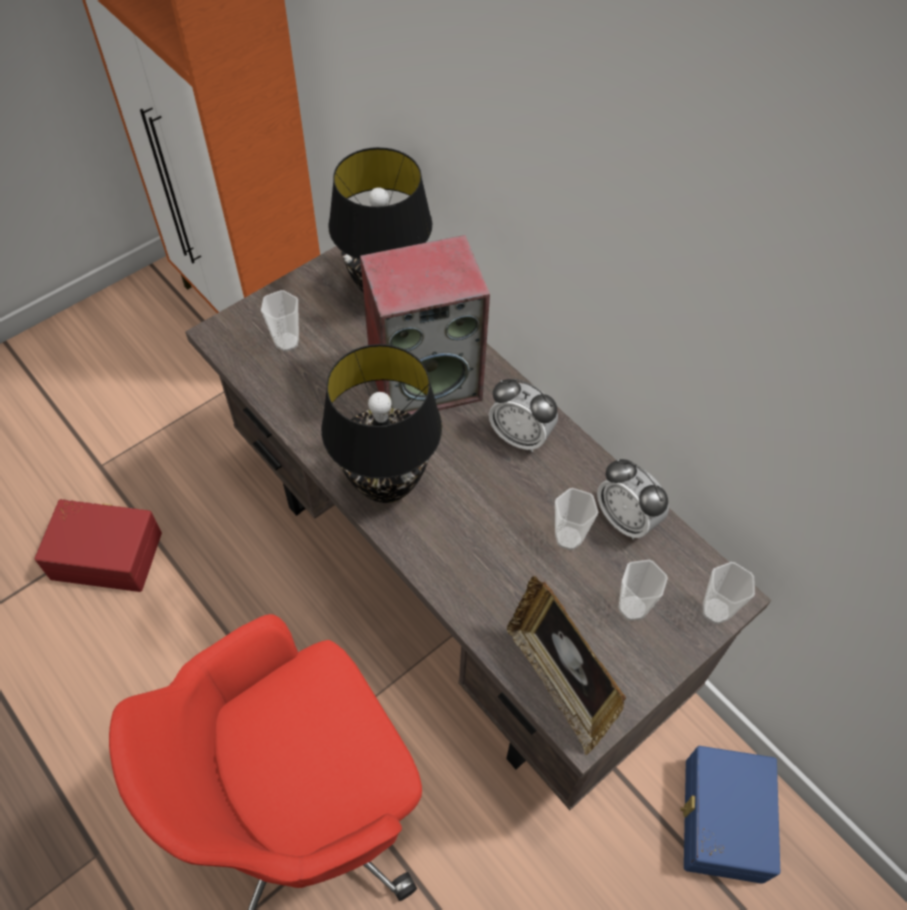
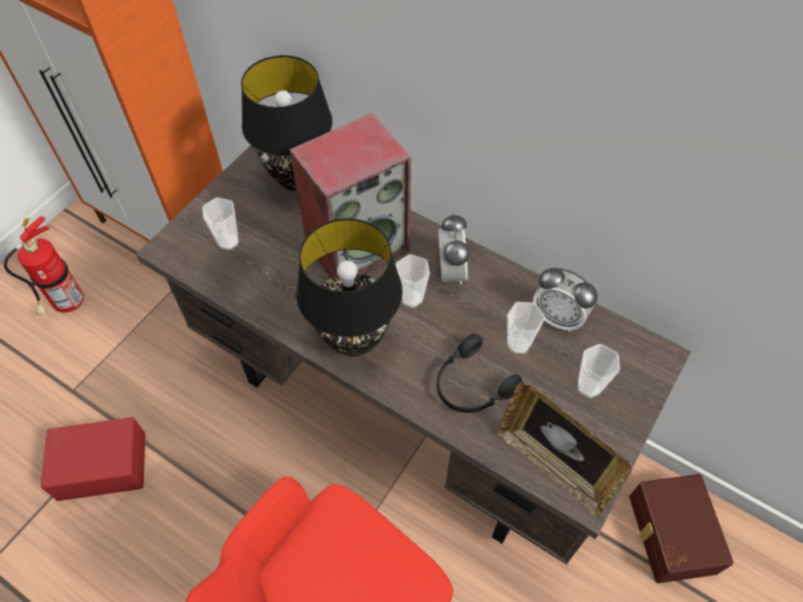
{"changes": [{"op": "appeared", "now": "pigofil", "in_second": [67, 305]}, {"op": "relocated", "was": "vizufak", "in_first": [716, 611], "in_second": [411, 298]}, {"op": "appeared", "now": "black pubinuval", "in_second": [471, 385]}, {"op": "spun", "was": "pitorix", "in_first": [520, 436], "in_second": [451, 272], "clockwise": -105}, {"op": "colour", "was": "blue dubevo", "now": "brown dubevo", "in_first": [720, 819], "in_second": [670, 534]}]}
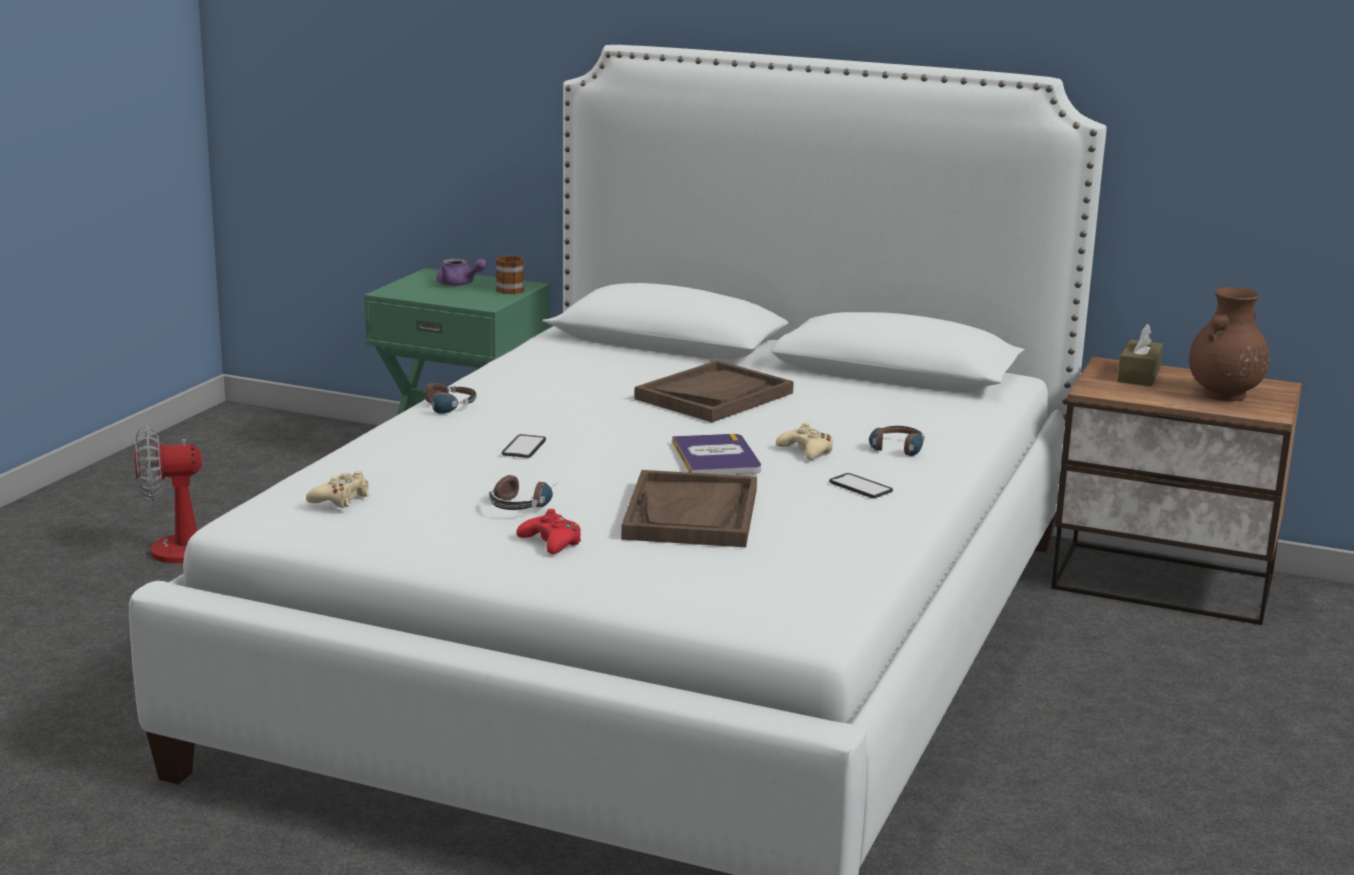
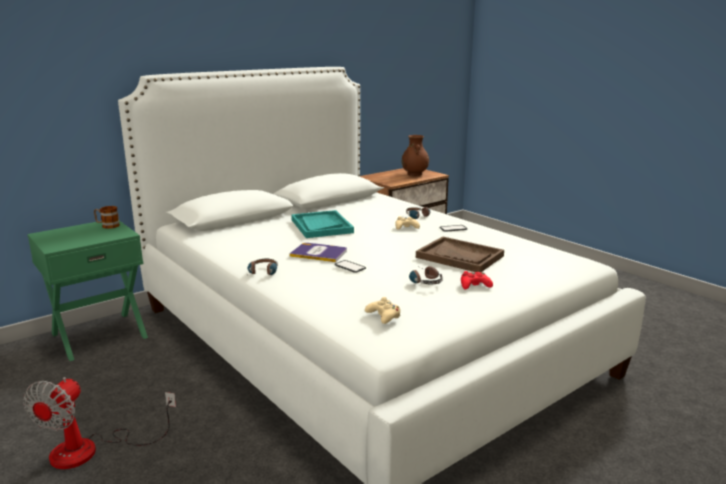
{"changes": [{"op": "relocated", "was": "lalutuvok", "in_first": [716, 457], "in_second": [319, 253]}, {"op": "colour", "was": "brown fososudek", "now": "turquoise fososudek", "in_first": [714, 396], "in_second": [321, 226]}, {"op": "missing", "was": "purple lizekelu", "in_first": [459, 284]}, {"op": "missing", "was": "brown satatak", "in_first": [1138, 375]}]}
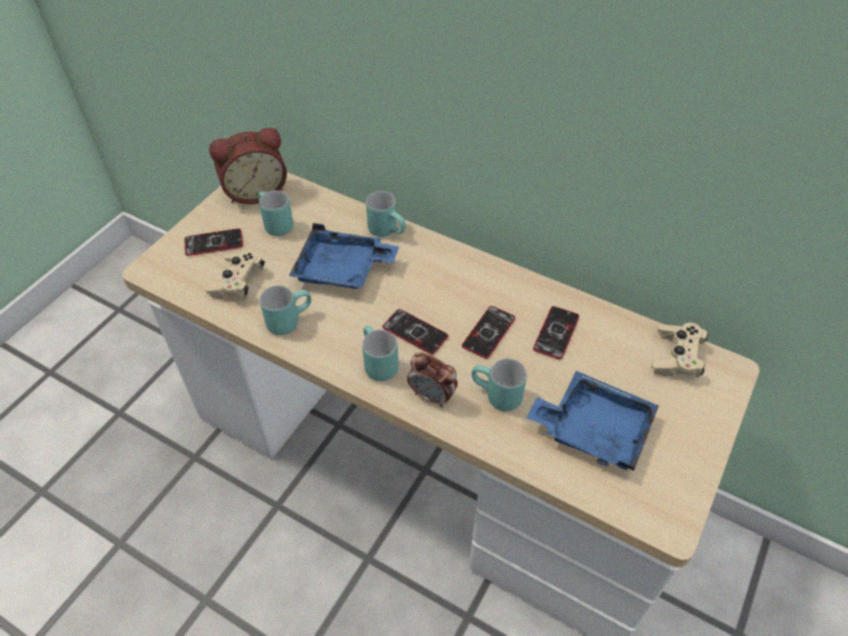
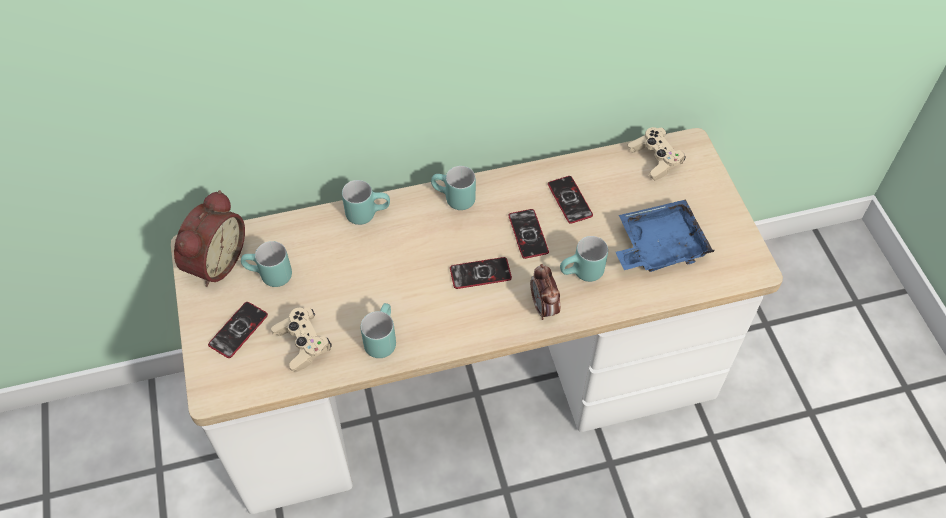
{"changes": [{"op": "relocated", "was": "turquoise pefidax", "in_first": [376, 364], "in_second": [453, 200]}, {"op": "spun", "was": "pitorix", "in_first": [432, 396], "in_second": [544, 307], "clockwise": 90}, {"op": "missing", "was": "blue fososudek", "in_first": [342, 270]}]}
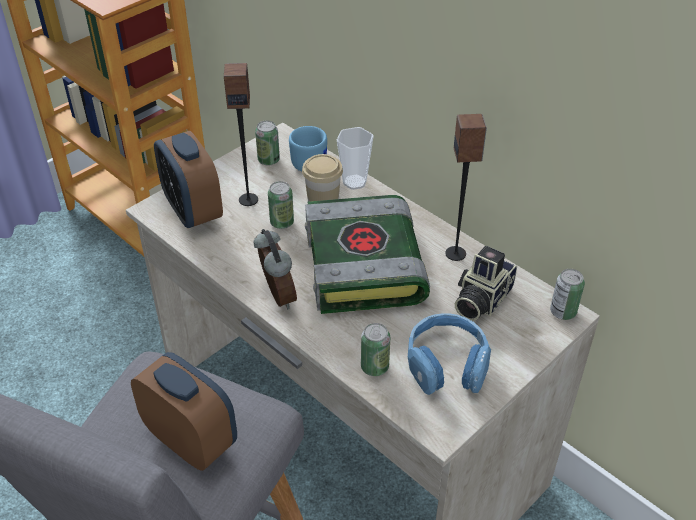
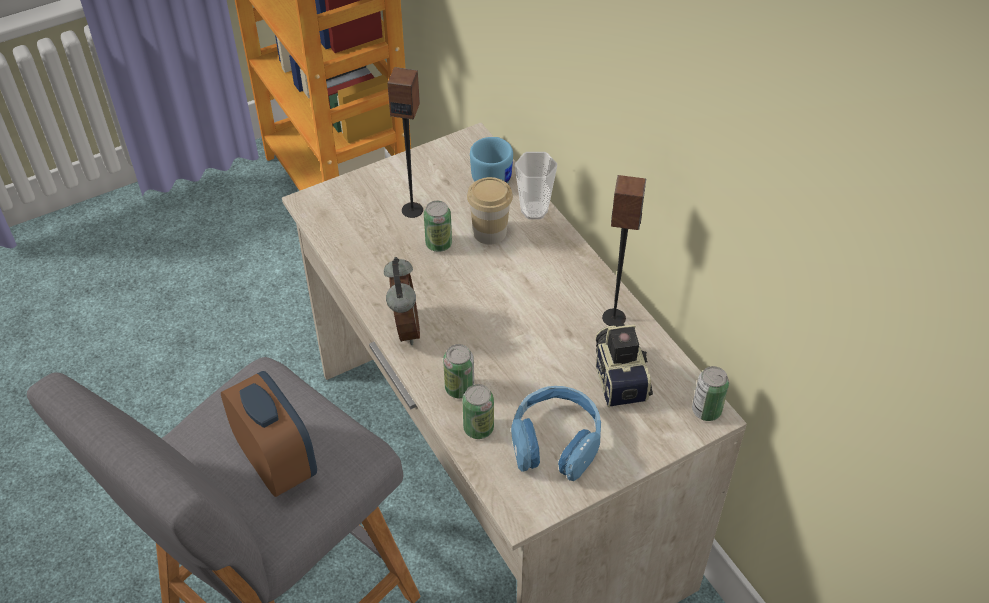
{"changes": [{"op": "relocated", "was": "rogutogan", "in_first": [268, 160], "in_second": [459, 388]}, {"op": "spun", "was": "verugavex", "in_first": [480, 300], "in_second": [620, 377], "clockwise": 120}, {"op": "missing", "was": "pitorix", "in_first": [192, 211]}, {"op": "missing", "was": "lalutuvok", "in_first": [366, 267]}]}
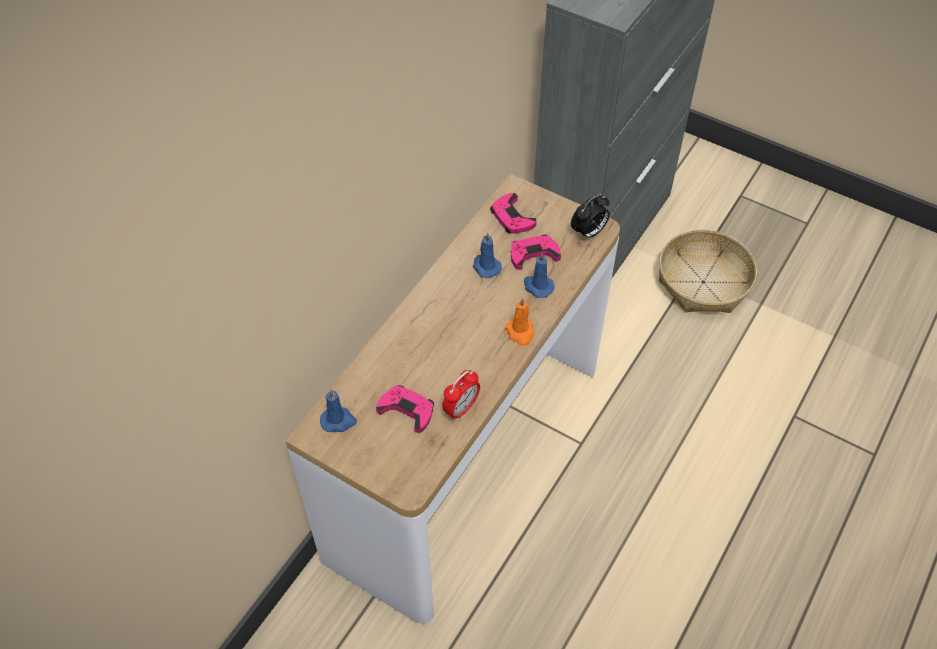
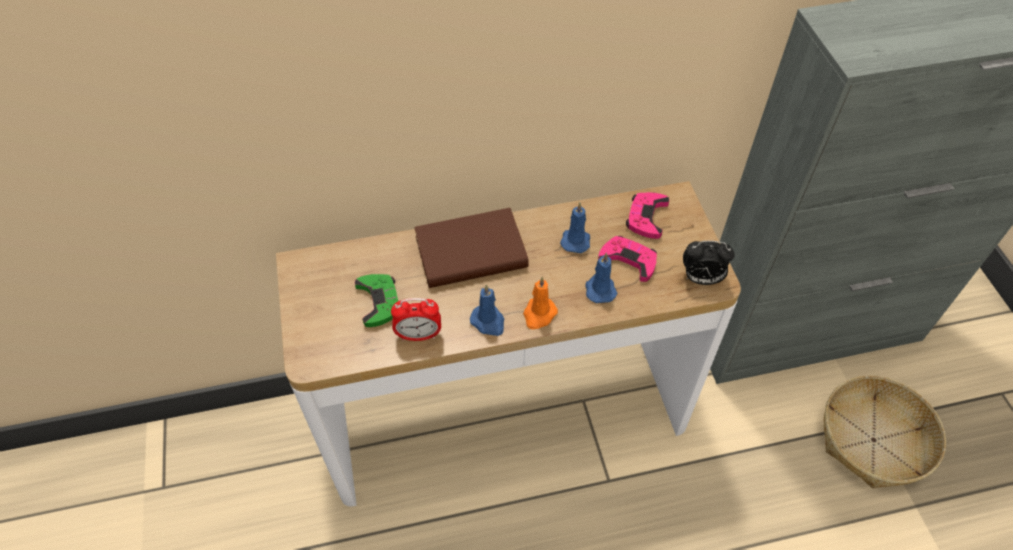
{"changes": [{"op": "colour", "was": "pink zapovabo", "now": "green zapovabo", "in_first": [407, 410], "in_second": [379, 302]}, {"op": "appeared", "now": "brown lalutuvok", "in_second": [471, 253]}, {"op": "relocated", "was": "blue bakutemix", "in_first": [338, 420], "in_second": [488, 322]}]}
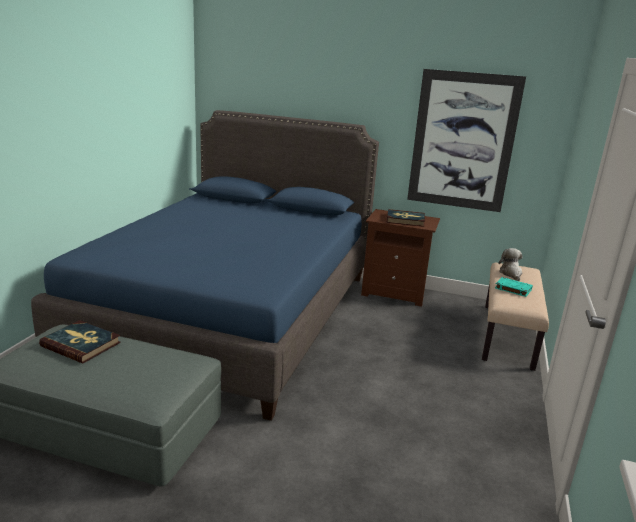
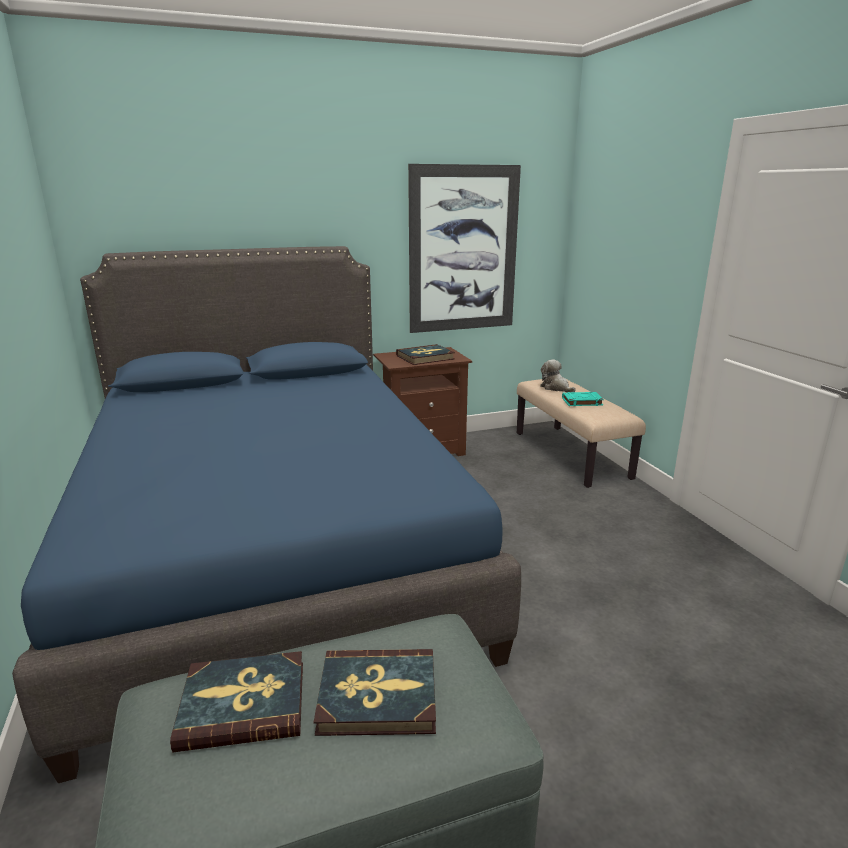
{"changes": [{"op": "appeared", "now": "lalutuvok", "in_second": [377, 696]}]}
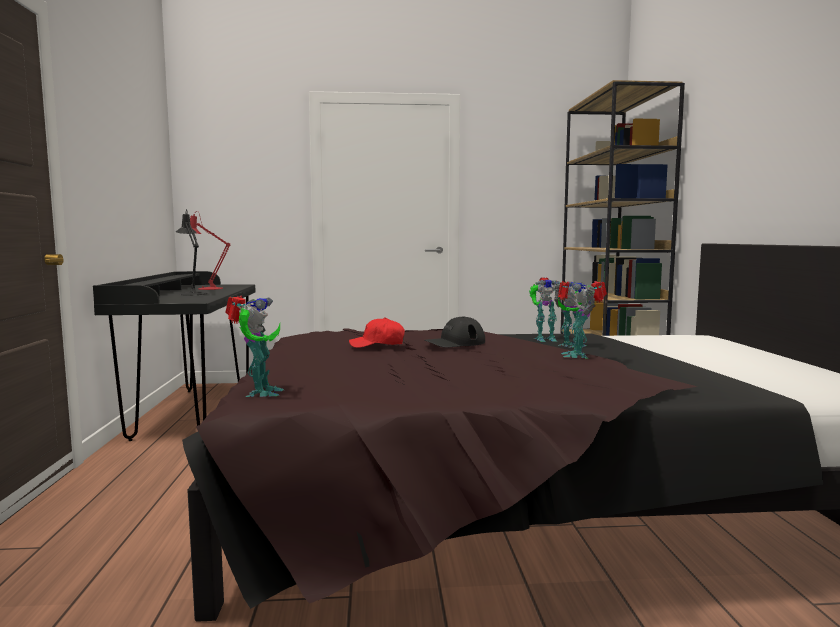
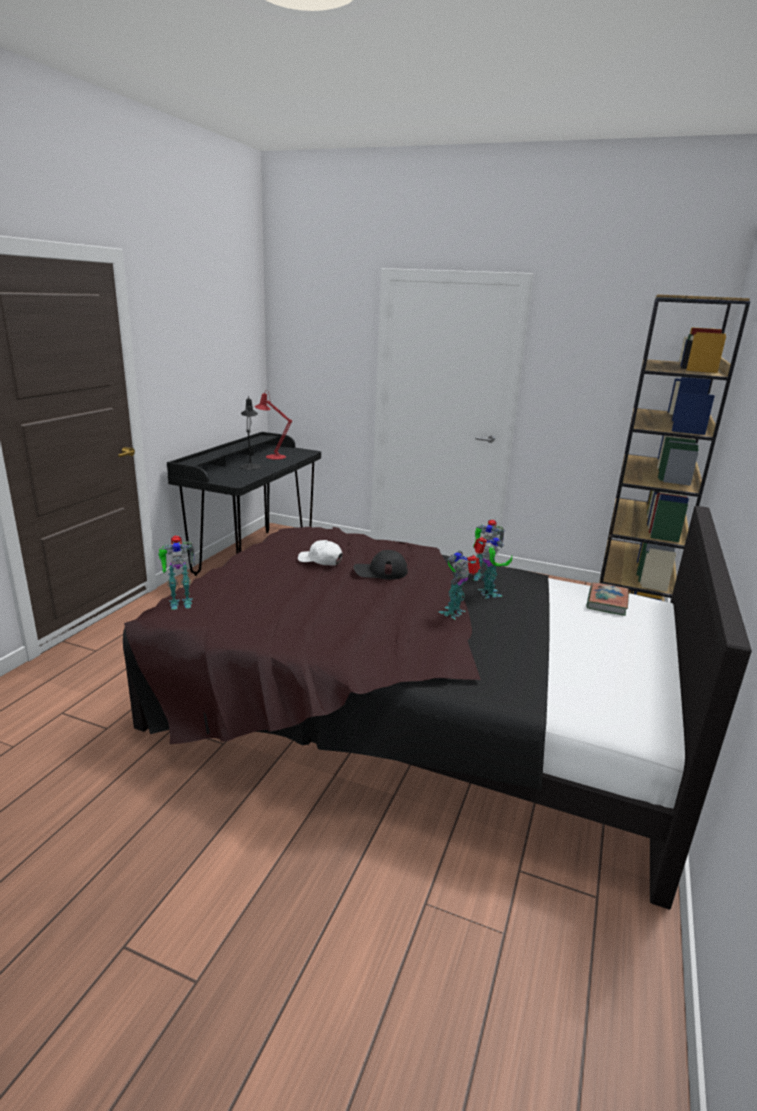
{"changes": [{"op": "spun", "was": "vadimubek", "in_first": [259, 392], "in_second": [179, 602], "clockwise": 45}, {"op": "colour", "was": "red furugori", "now": "white furugori", "in_first": [377, 344], "in_second": [320, 560]}, {"op": "appeared", "now": "lalutuvok", "in_second": [607, 602]}]}
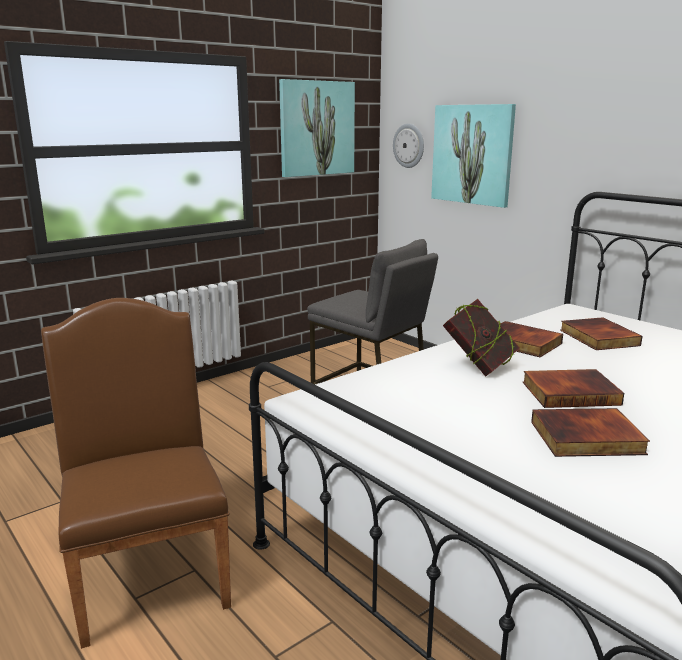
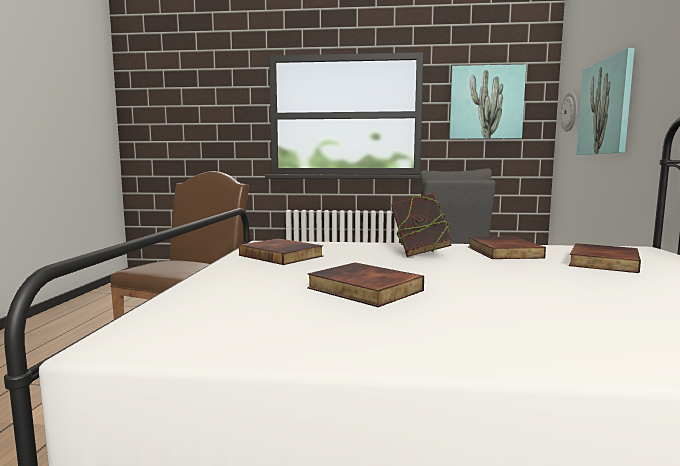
{"changes": [{"op": "relocated", "was": "lalutuvok", "in_first": [570, 392], "in_second": [282, 255]}]}
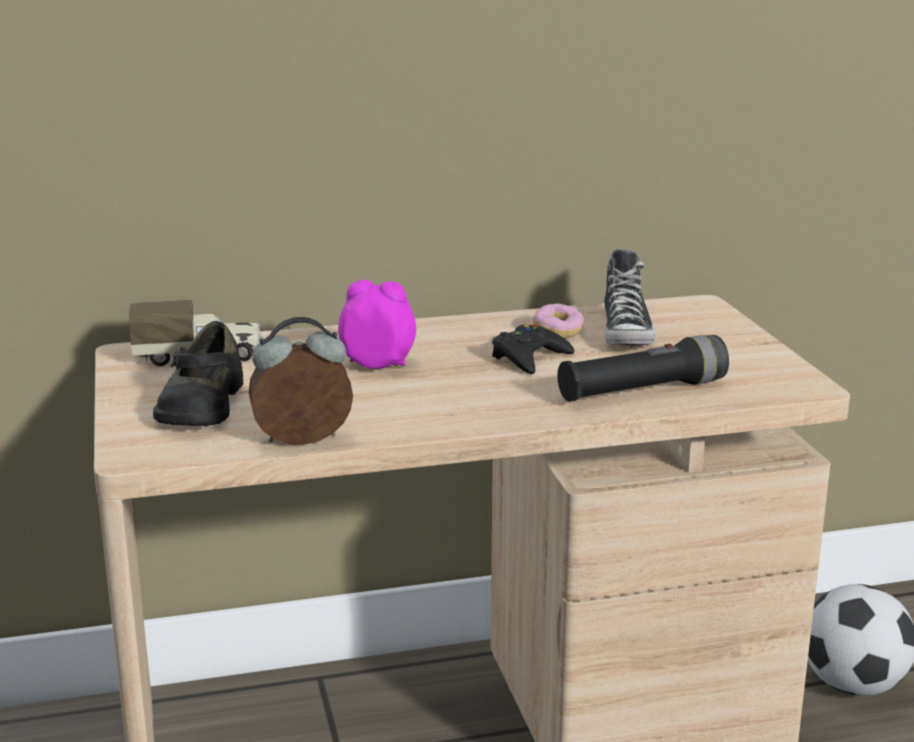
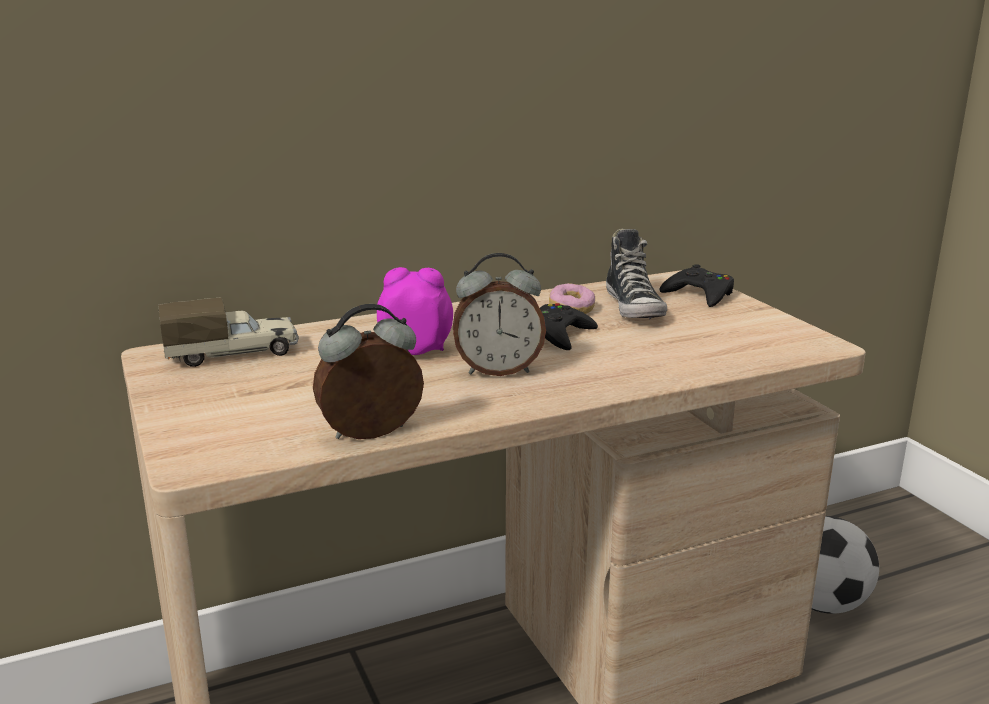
{"changes": [{"op": "appeared", "now": "pitorix", "in_second": [498, 370]}, {"op": "appeared", "now": "black zapovabo", "in_second": [699, 294]}, {"op": "missing", "was": "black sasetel", "in_first": [201, 405]}, {"op": "missing", "was": "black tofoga", "in_first": [642, 391]}]}
